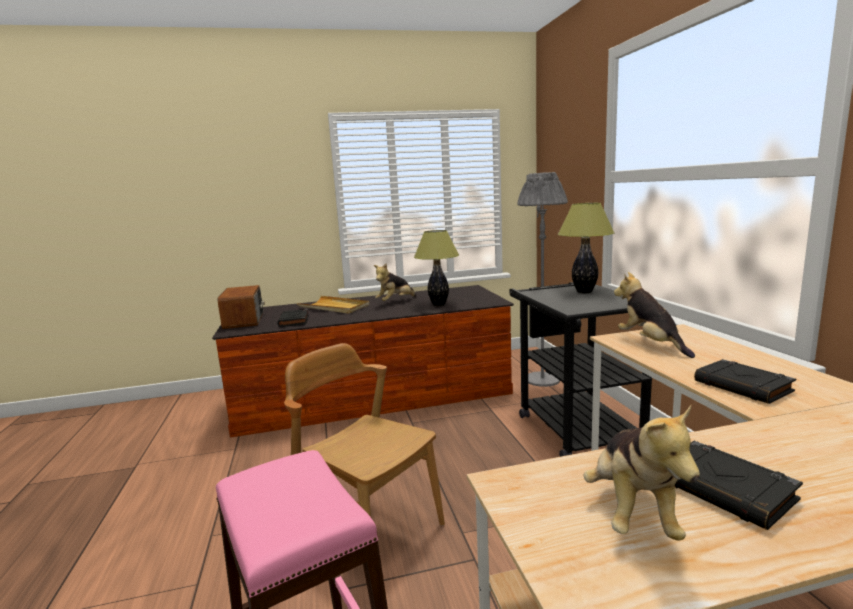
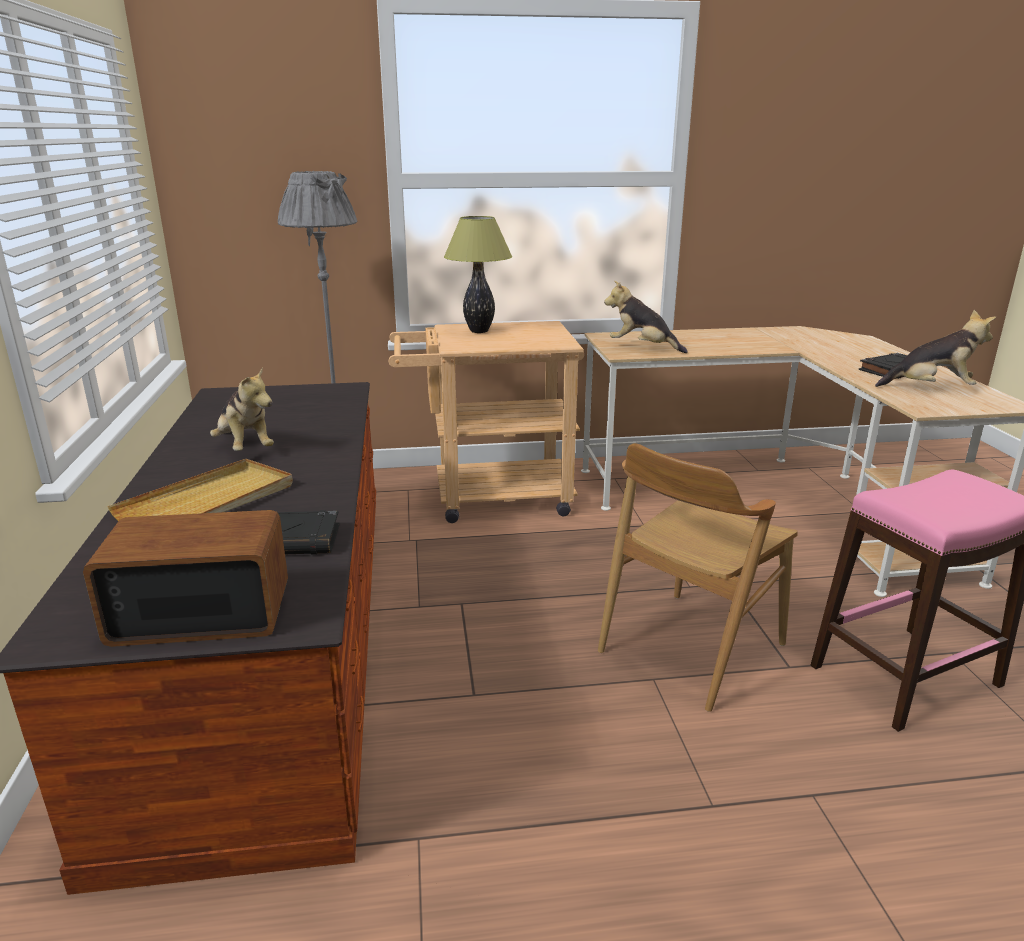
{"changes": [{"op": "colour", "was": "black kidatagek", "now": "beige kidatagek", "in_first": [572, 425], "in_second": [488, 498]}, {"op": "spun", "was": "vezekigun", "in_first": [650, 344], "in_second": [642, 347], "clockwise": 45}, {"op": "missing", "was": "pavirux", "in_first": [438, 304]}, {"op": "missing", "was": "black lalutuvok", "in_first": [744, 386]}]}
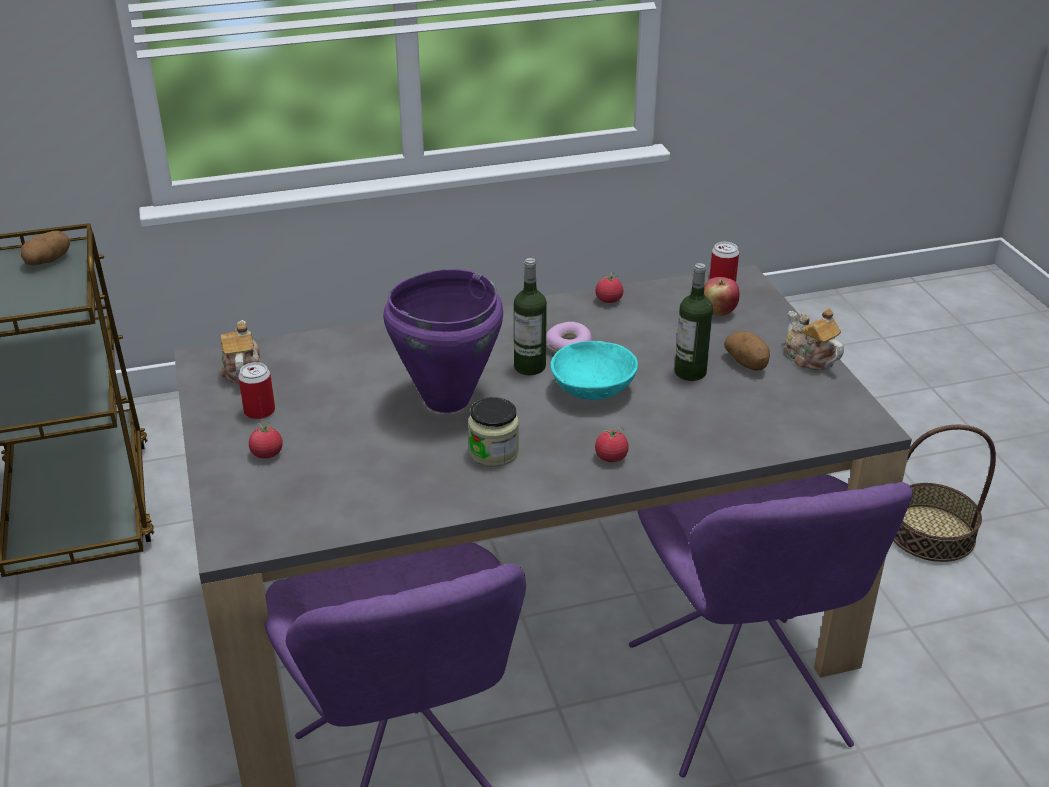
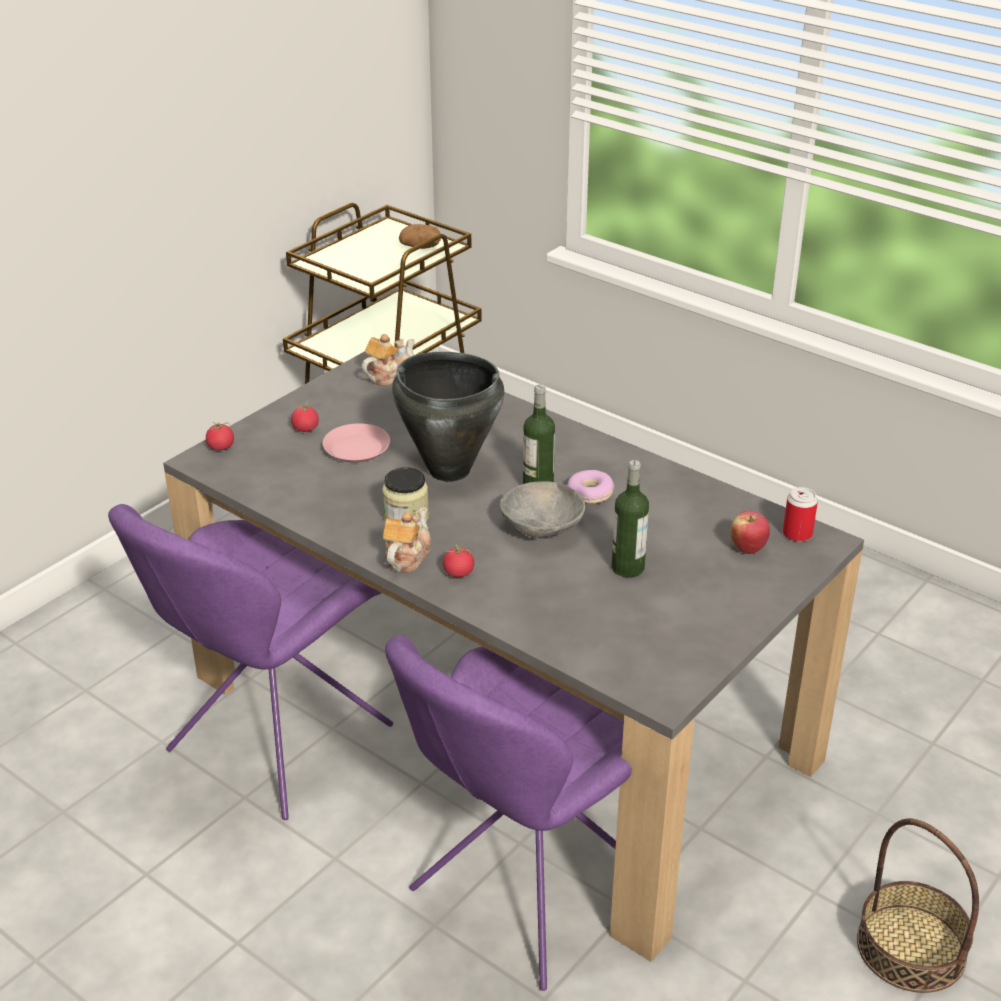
{"changes": [{"op": "relocated", "was": "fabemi", "in_first": [608, 300], "in_second": [221, 447]}, {"op": "appeared", "now": "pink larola", "in_second": [357, 448]}, {"op": "relocated", "was": "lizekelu", "in_first": [809, 358], "in_second": [406, 557]}, {"op": "colour", "was": "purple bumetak", "now": "black bumetak", "in_first": [445, 400], "in_second": [449, 469]}, {"op": "colour", "was": "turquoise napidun", "now": "grey napidun", "in_first": [594, 389], "in_second": [543, 529]}, {"op": "missing", "was": "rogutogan", "in_first": [259, 411]}, {"op": "missing", "was": "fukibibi", "in_first": [747, 363]}]}
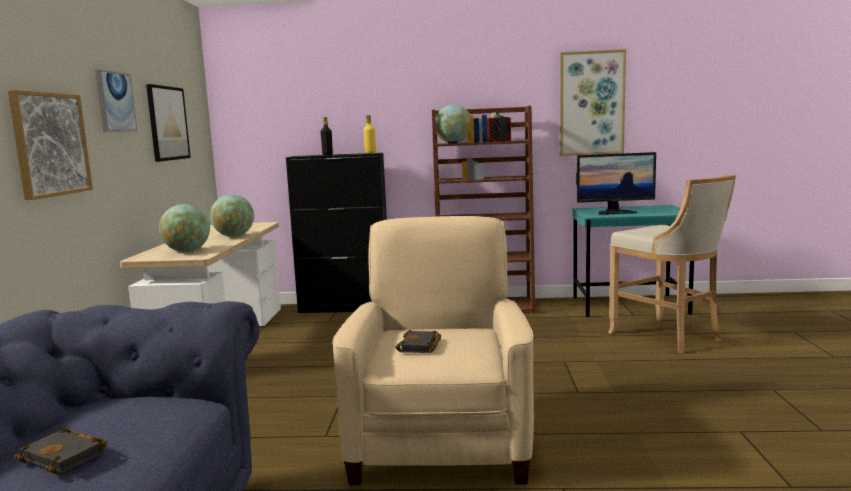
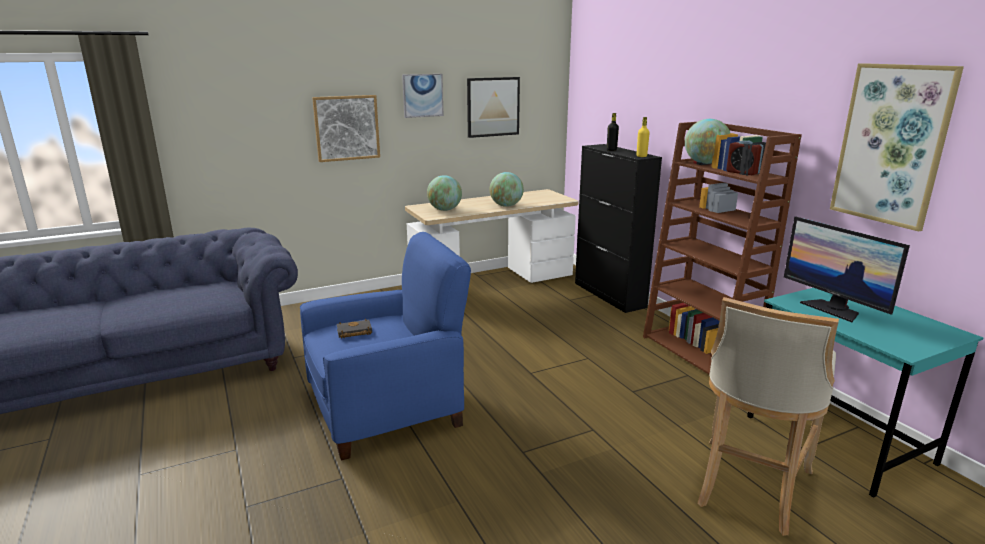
{"changes": [{"op": "colour", "was": "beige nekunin", "now": "blue nekunin", "in_first": [440, 441], "in_second": [387, 408]}, {"op": "missing", "was": "black lalutuvok", "in_first": [66, 456]}]}
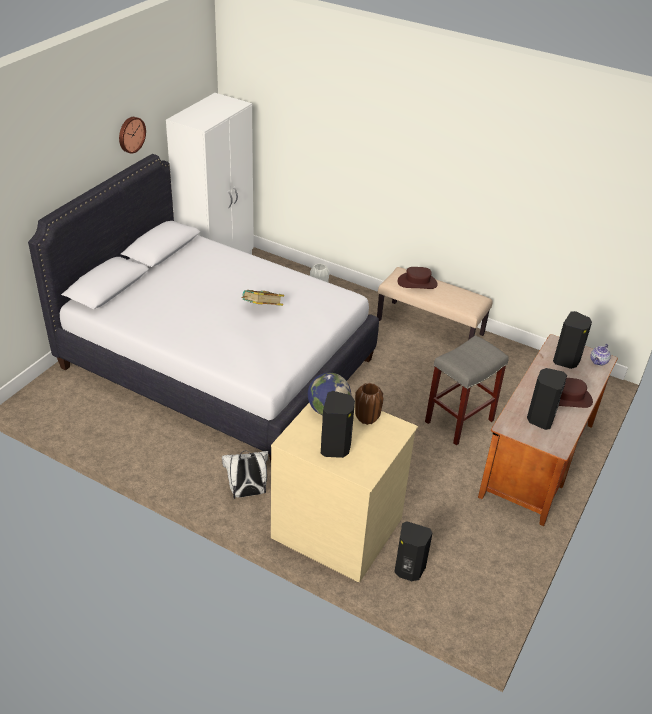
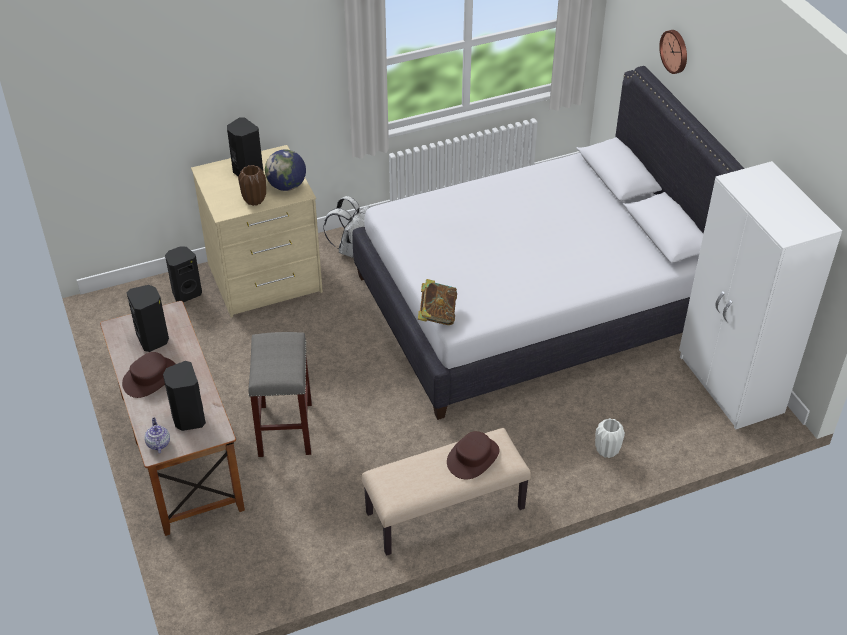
{"changes": [{"op": "relocated", "was": "lalutuvok", "in_first": [262, 309], "in_second": [437, 315]}, {"op": "relocated", "was": "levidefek", "in_first": [131, 134], "in_second": [675, 51]}]}
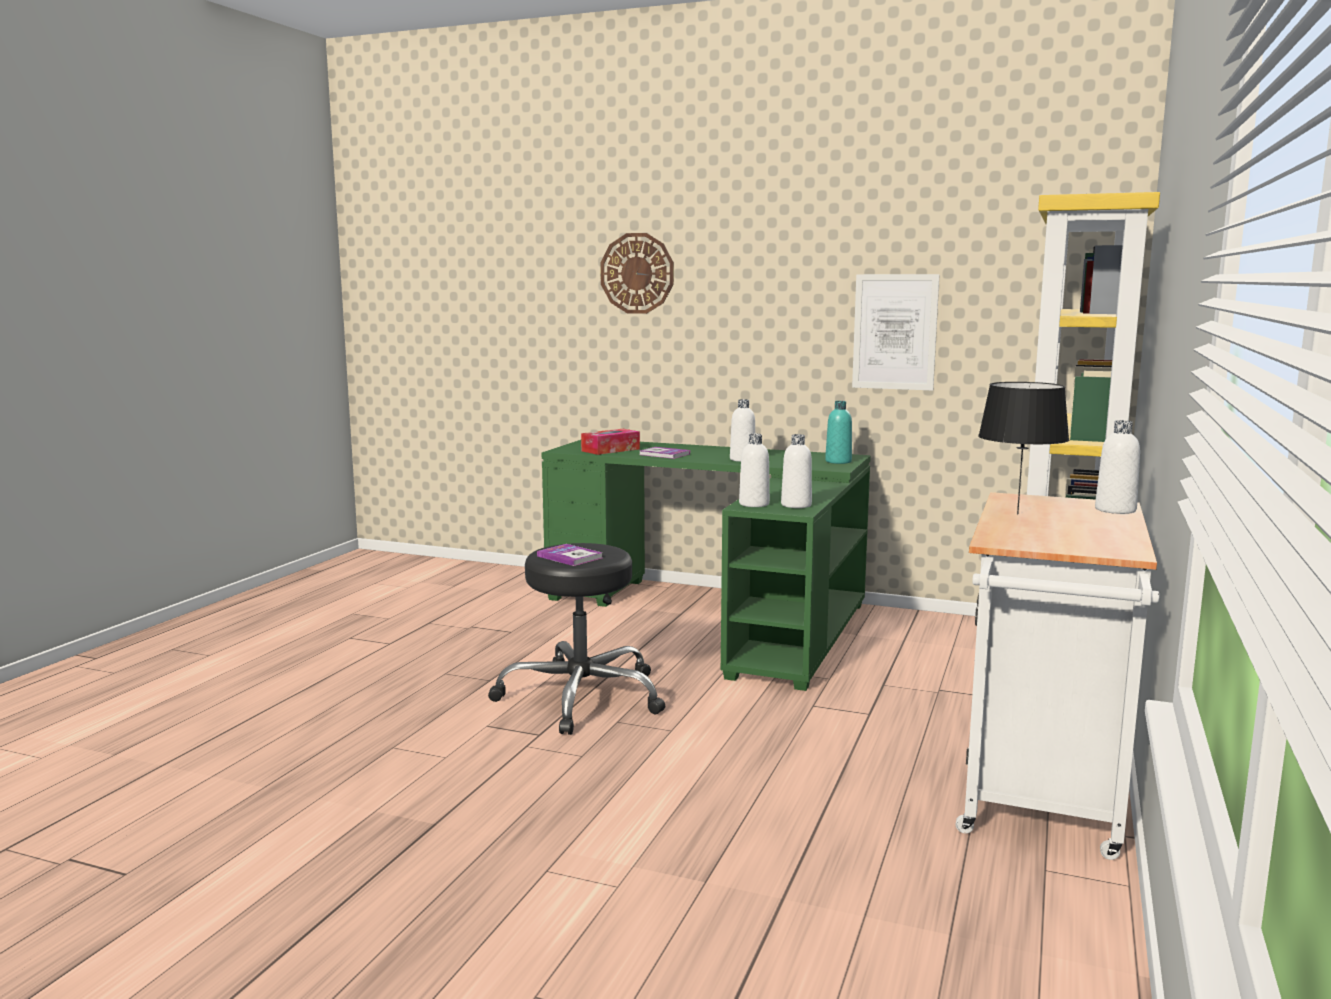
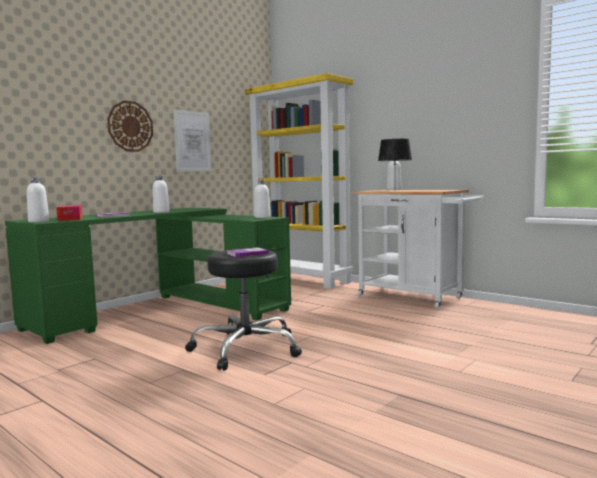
{"changes": [{"op": "relocated", "was": "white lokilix", "in_first": [754, 504], "in_second": [38, 221]}, {"op": "relocated", "was": "levidefek", "in_first": [637, 273], "in_second": [130, 126]}, {"op": "missing", "was": "turquoise lokilix", "in_first": [838, 461]}]}
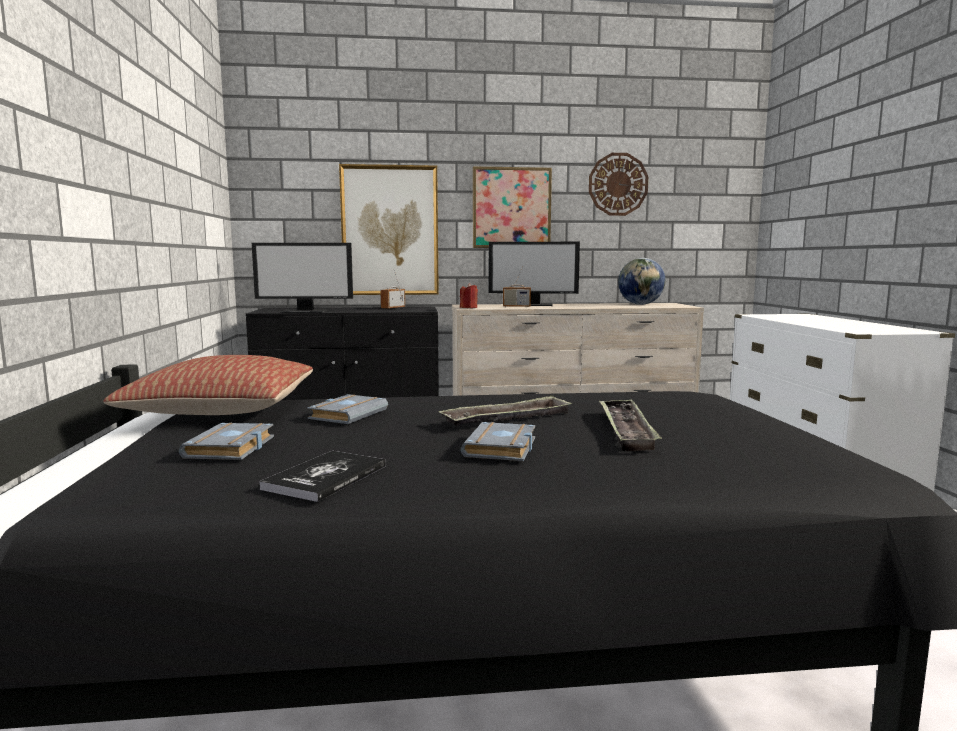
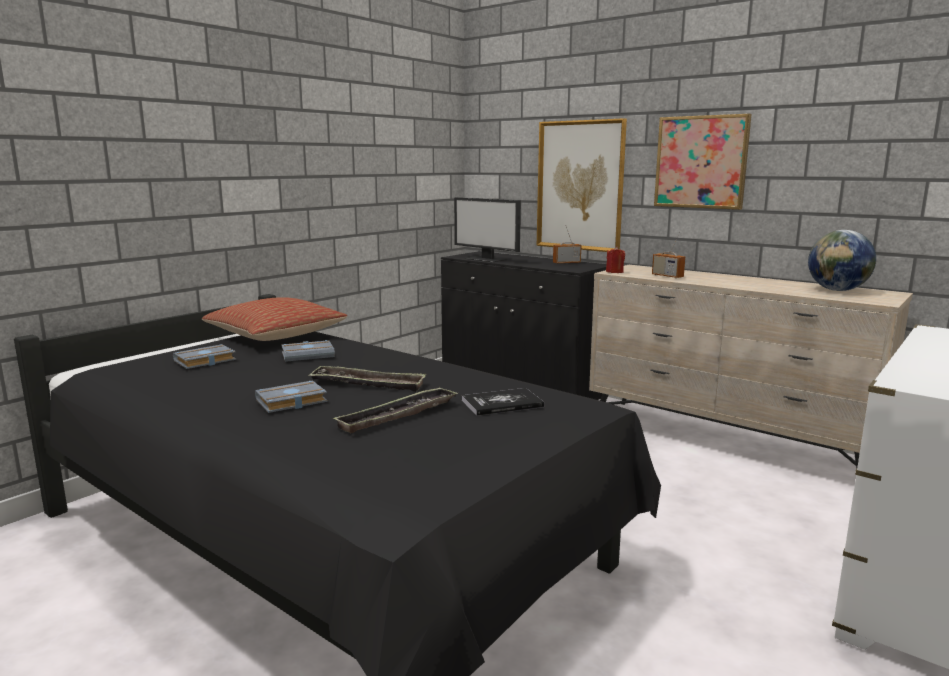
{"changes": [{"op": "relocated", "was": "lalutuvok", "in_first": [326, 477], "in_second": [502, 403]}, {"op": "missing", "was": "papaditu", "in_first": [533, 305]}, {"op": "missing", "was": "levidefek", "in_first": [618, 184]}]}
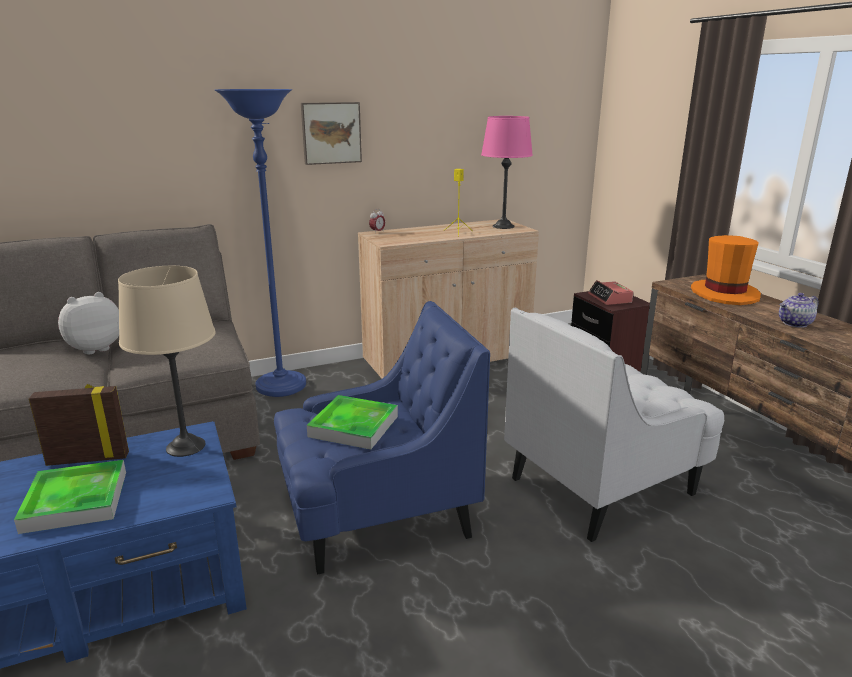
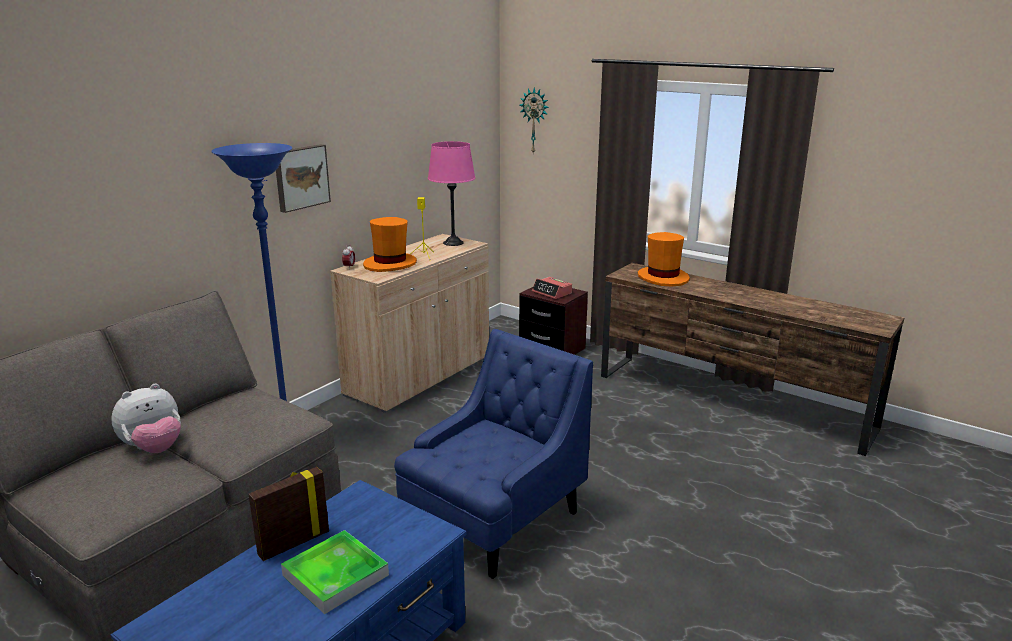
{"changes": [{"op": "spun", "was": "vezekigun", "in_first": [94, 349], "in_second": [154, 449], "clockwise": -150}, {"op": "appeared", "now": "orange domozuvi", "in_second": [390, 264]}, {"op": "appeared", "now": "levidefek", "in_second": [535, 120]}, {"op": "missing", "was": "beige pavirux", "in_first": [185, 447]}, {"op": "missing", "was": "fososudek", "in_first": [354, 426]}, {"op": "missing", "was": "white nekunin", "in_first": [603, 485]}, {"op": "missing", "was": "lizekelu", "in_first": [795, 324]}]}
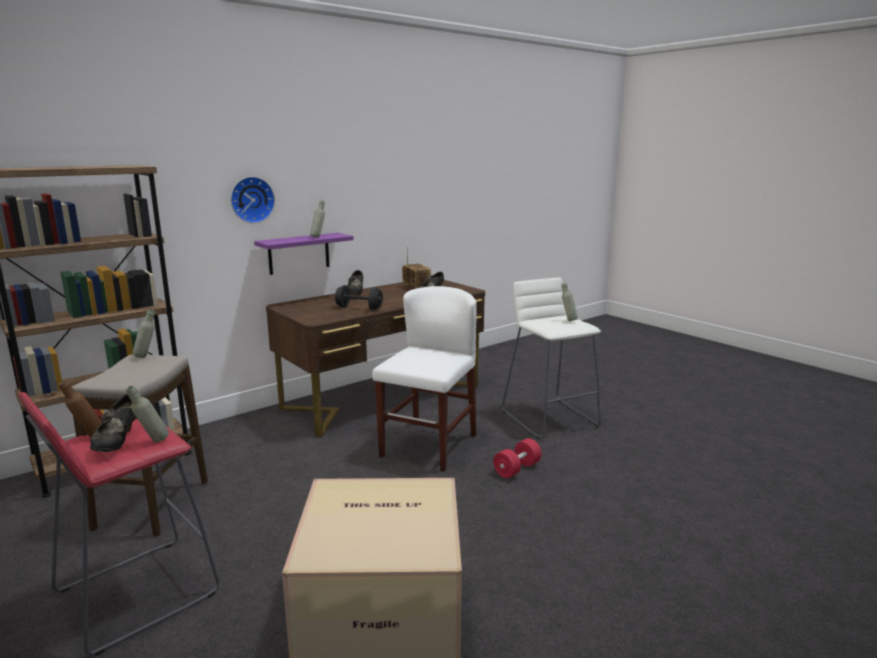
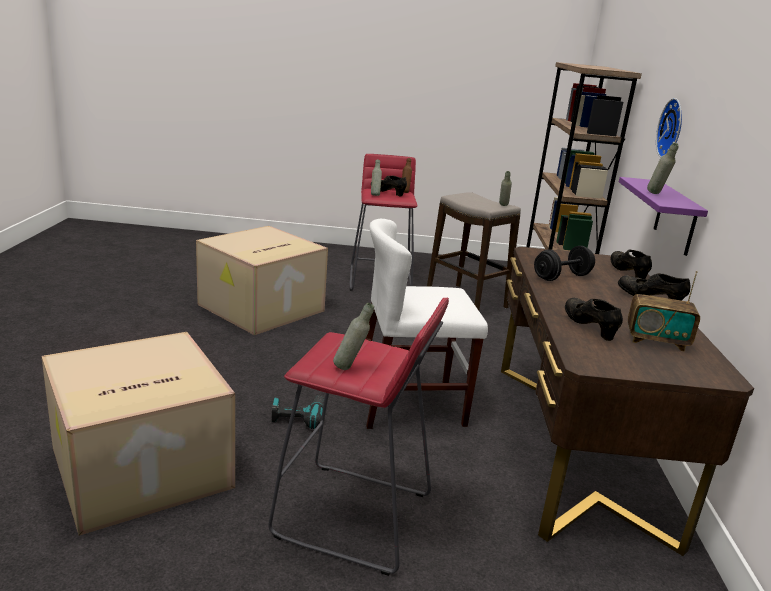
{"changes": [{"op": "appeared", "now": "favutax", "in_second": [139, 469]}, {"op": "colour", "was": "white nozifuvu", "now": "red nozifuvu", "in_first": [550, 418], "in_second": [354, 516]}, {"op": "exchanged", "was": "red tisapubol", "now": "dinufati", "in_first": [517, 469], "in_second": [298, 416]}, {"op": "spun", "was": "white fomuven", "in_first": [429, 445], "in_second": [410, 404], "clockwise": 105}, {"op": "appeared", "now": "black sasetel", "in_second": [628, 274]}]}
